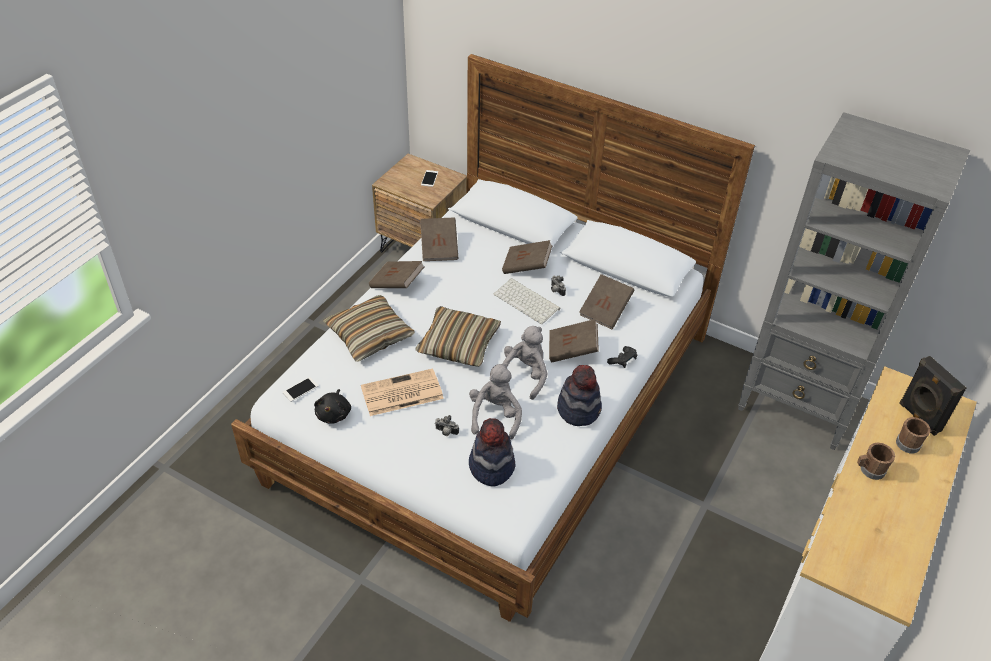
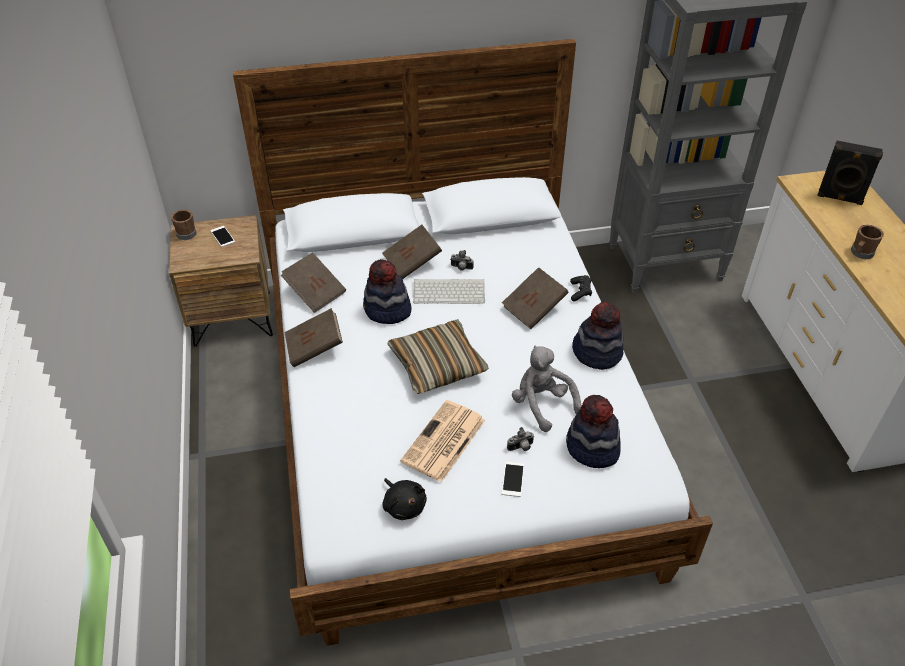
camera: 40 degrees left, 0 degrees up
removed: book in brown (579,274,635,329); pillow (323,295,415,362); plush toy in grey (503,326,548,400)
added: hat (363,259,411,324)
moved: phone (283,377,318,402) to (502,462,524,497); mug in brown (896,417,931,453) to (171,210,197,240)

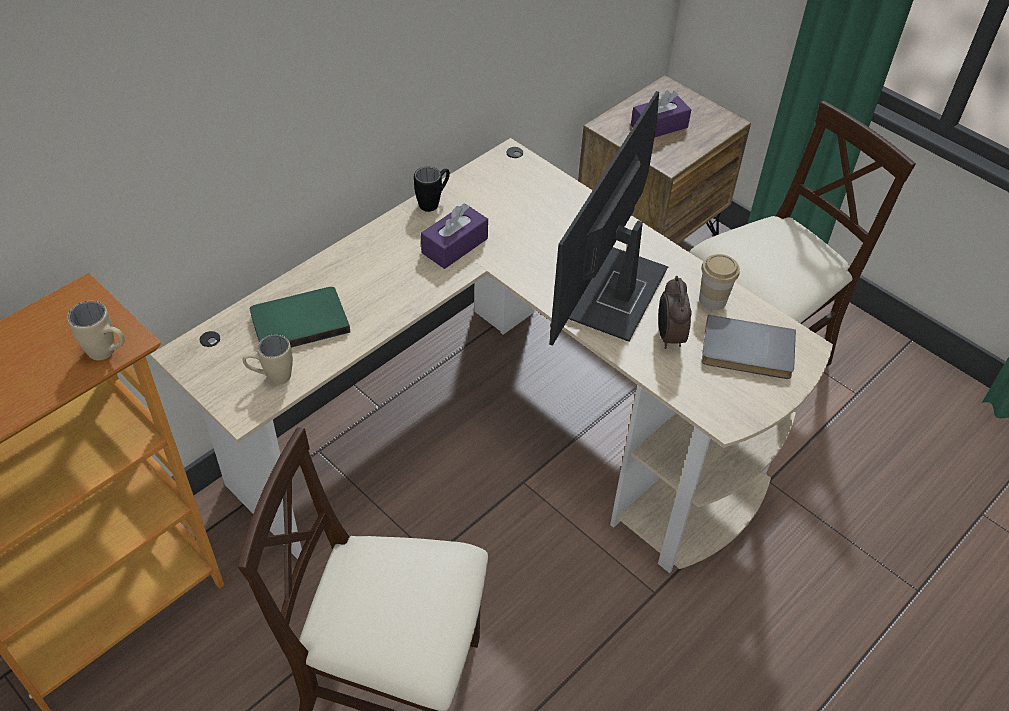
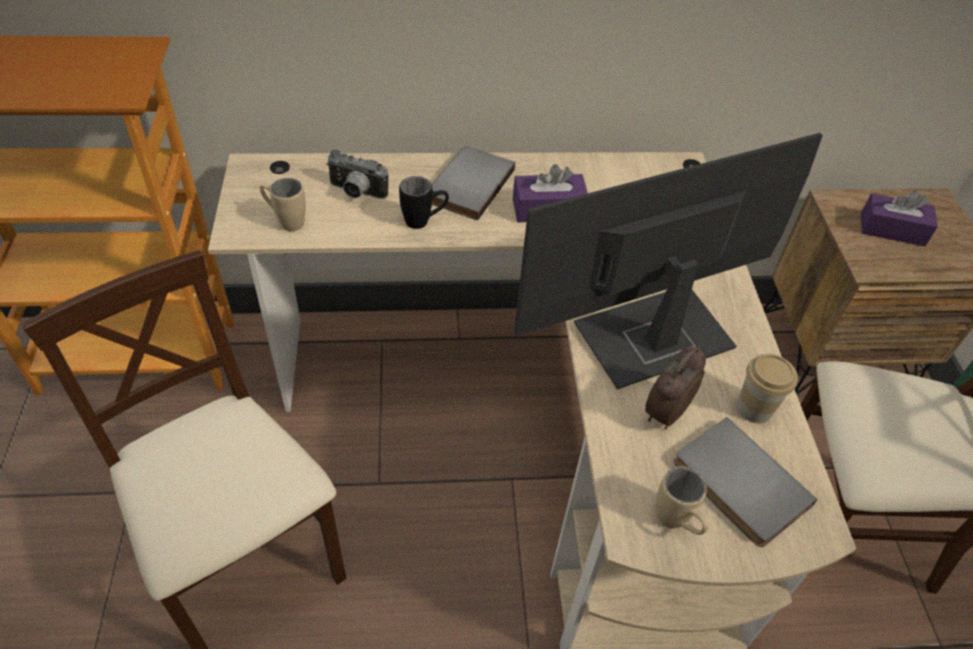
camera: 40 degrees right, 0 degrees up
added: book in grey (431,146,515,220)
moved: mug in black (414,167,450,212) to (399,176,449,229); mug in beige (67,301,125,360) to (656,466,709,535)
replaced: book in green (250,287,350,348) to photo camera (326,150,388,199)

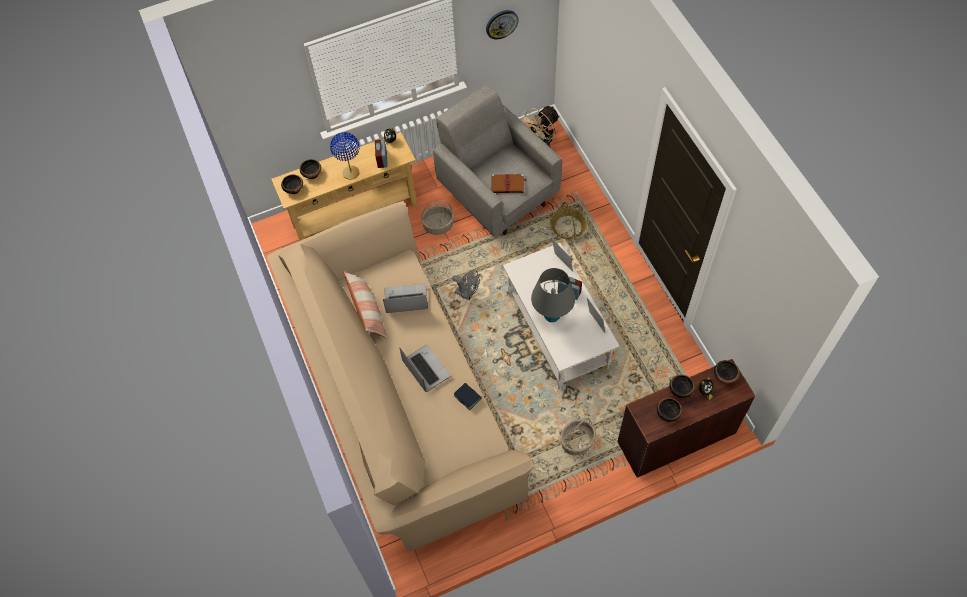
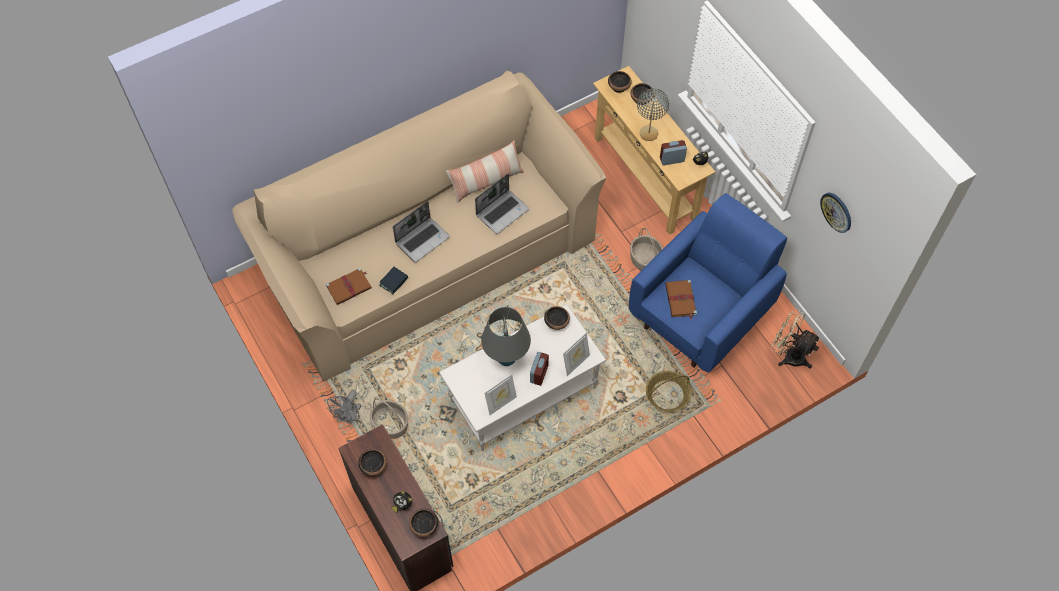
camera: 80 degrees right, 0 degrees up
added: book in brown (326,268,372,305)
moved: fan in grey (452,270,480,300) to (327,390,361,424); bowl (669,375,695,398) to (544,306,570,330)
recoloured: armchair in grey (434,85,562,237) to armchair in blue (629,193,787,372); table lamp in blue (330,132,359,180) to table lamp in grey (637,88,669,141)
turned: laptop (383,284,428,313) = (475,173,529,234) 60 degrees clockwise

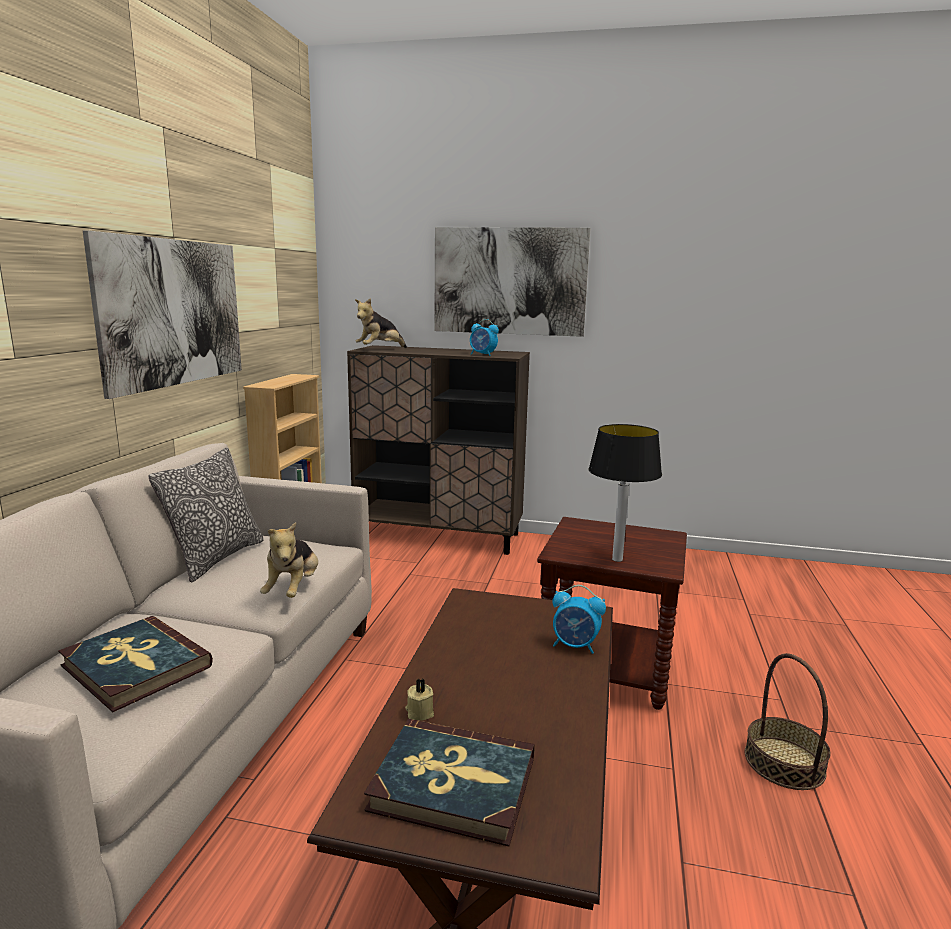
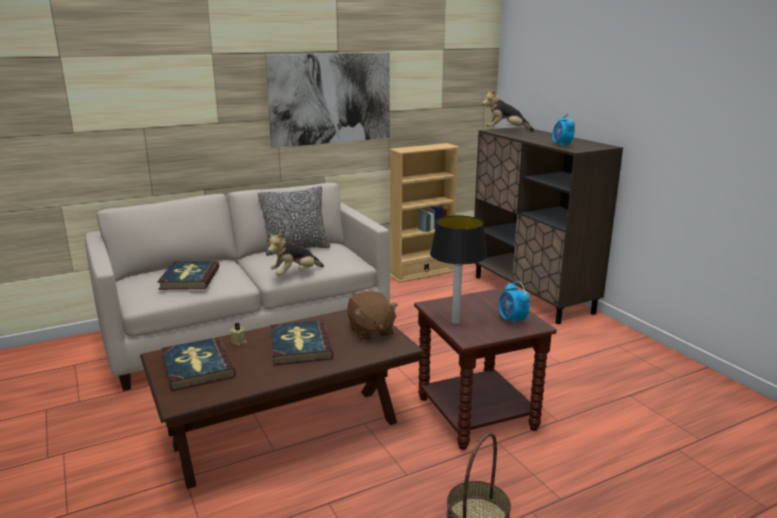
camera: 50 degrees right, 5 degrees up
removed: picture (434,227,590,337)
added: plush toy in brown (347,291,398,341); book (271,320,333,365)
moved: alarm clock (552,585,606,654) to (499,281,530,327)

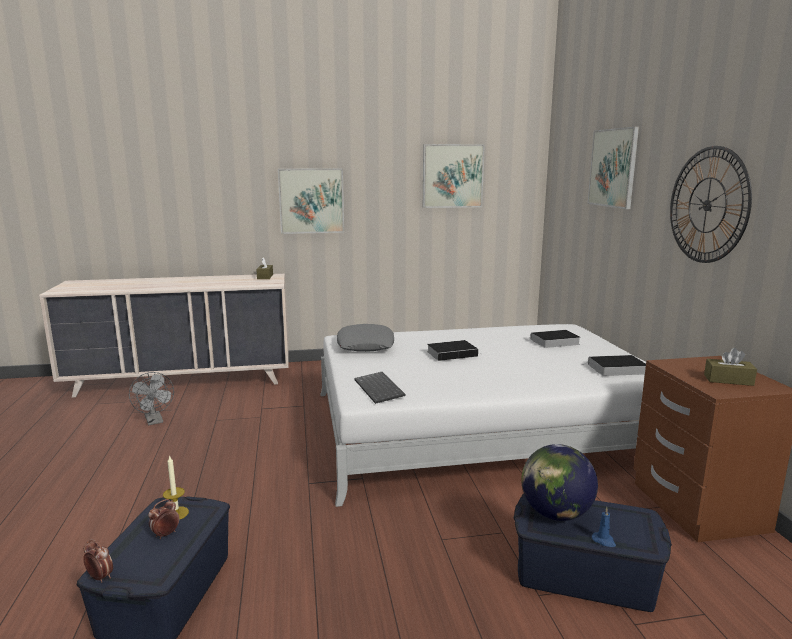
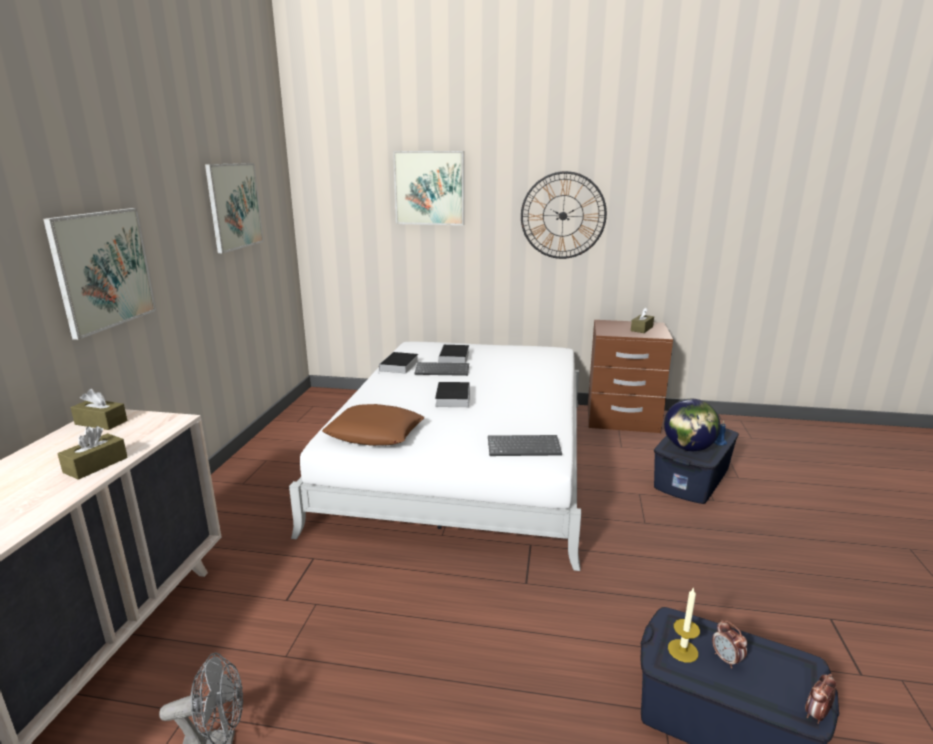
camera: 70 degrees left, 5 degrees up
added: keyboard (414,362,469,376); tissue box in brown (58,426,127,480)
moved: book (582,355,647,376) to (378,352,418,374)
recoloured: pillow in grey (337,324,394,352) to pillow in brown (322,404,424,446)

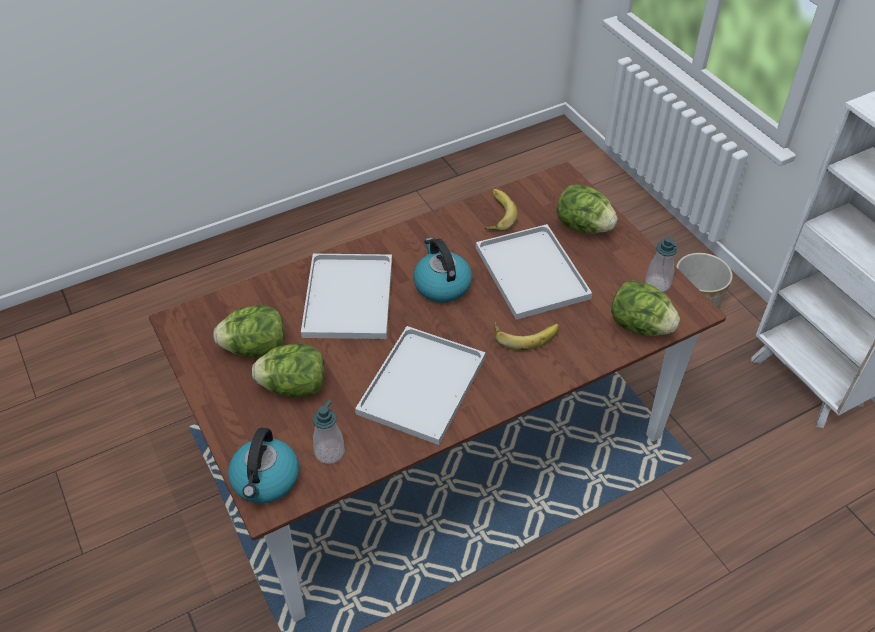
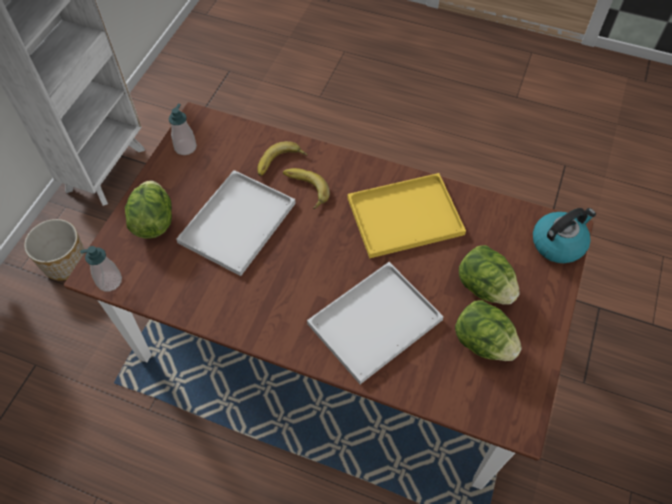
camera: 130 degrees left, 10 degrees up
removed: kettle (413,238,472,303); lettuce (611,280,680,336)
moved: banana (485,189,518,232) to (257,141,307,176); soap dispenser (313,400,345,464) to (80,246,122,291)
recoloured: tray in white (355,326,486,445) to tray in yellow (348,173,466,259)

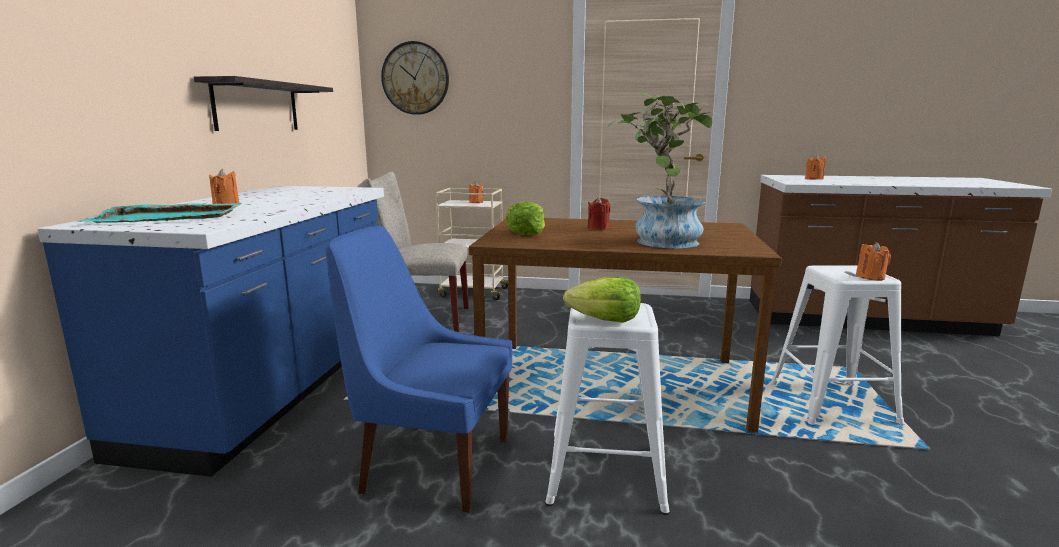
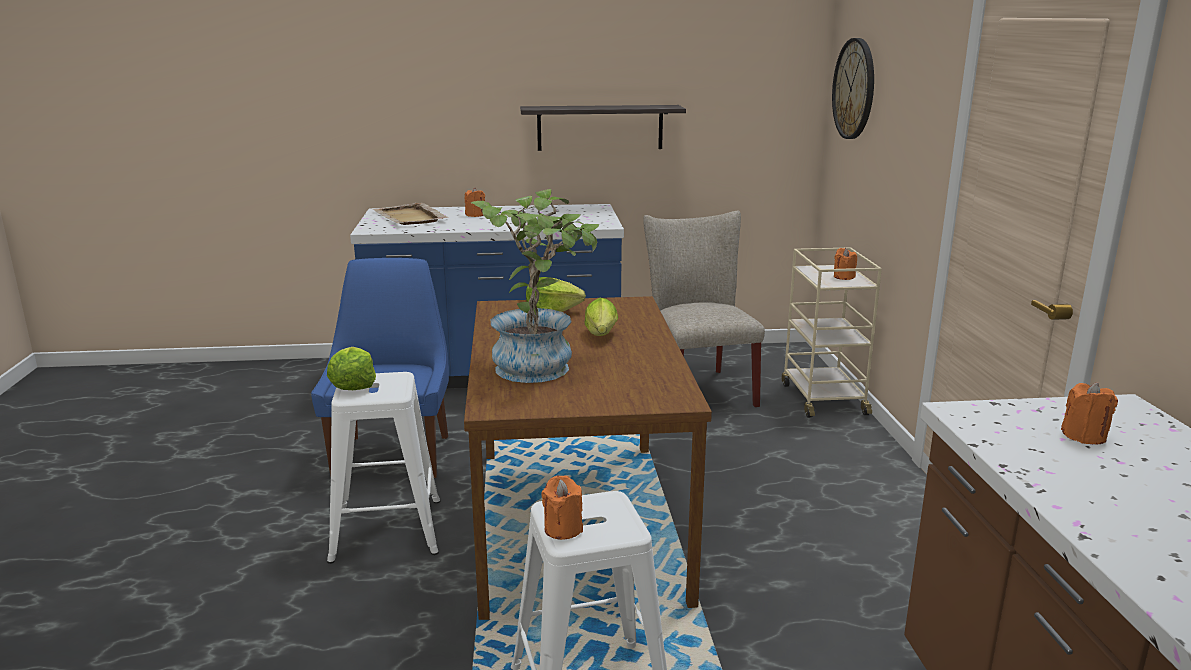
camera: 75 degrees right, 5 degrees up
replaced: candle in red (588,197,610,230) to lettuce (585,298,618,336)
recoloured: tray in turquoise (79,203,242,223) to tray in beige (372,202,447,225)

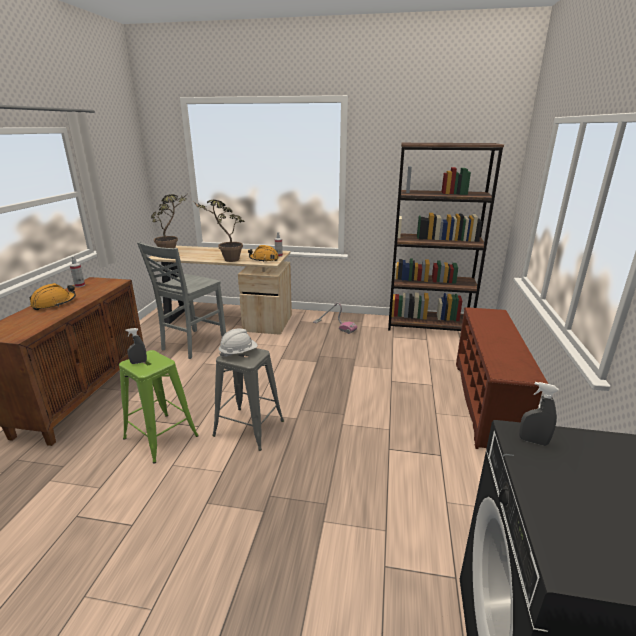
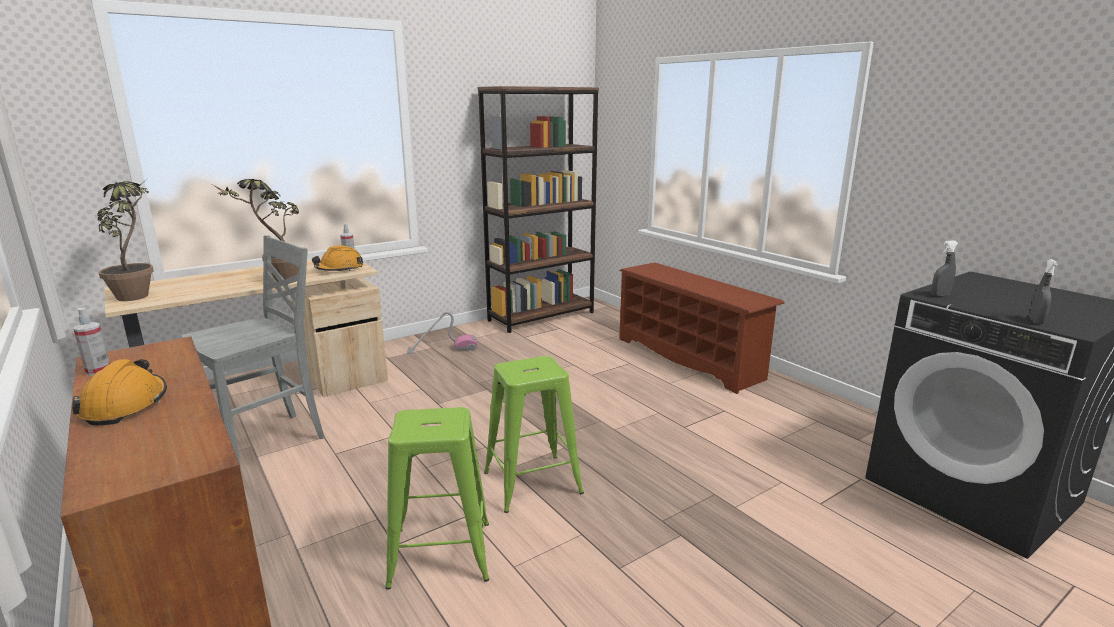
camera: 45 degrees left, 5 degrees down
removed: hard hat in white (219,329,258,358)
moved: spray bottle in grey (125,328,147,364) to (1029,259,1058,324)
recoloured: stool in grey (212,348,284,451) to stool in green (484,356,584,513)
turned: chair in grey (137,242,226,359) = (181,235,325,465) 120 degrees counterclockwise

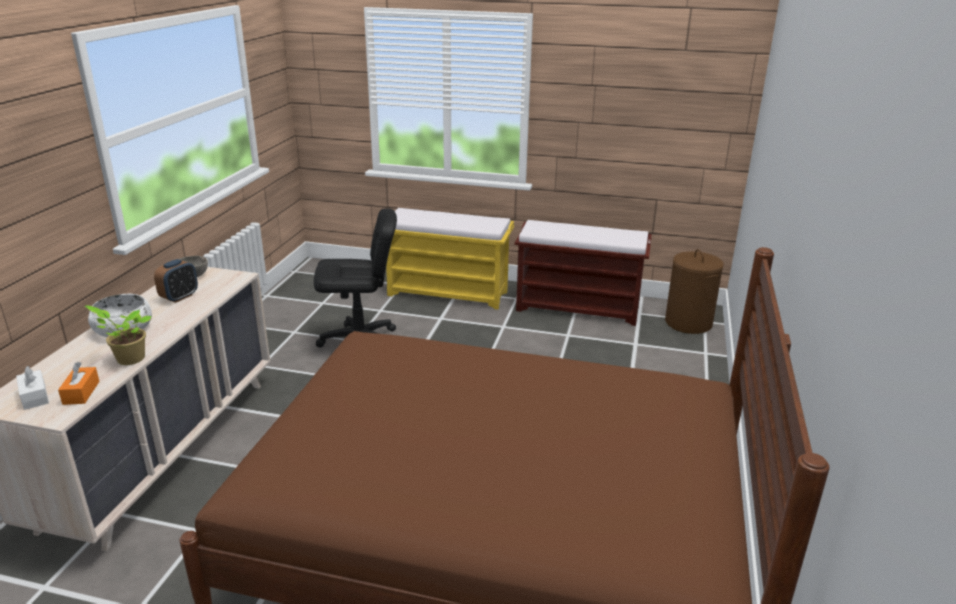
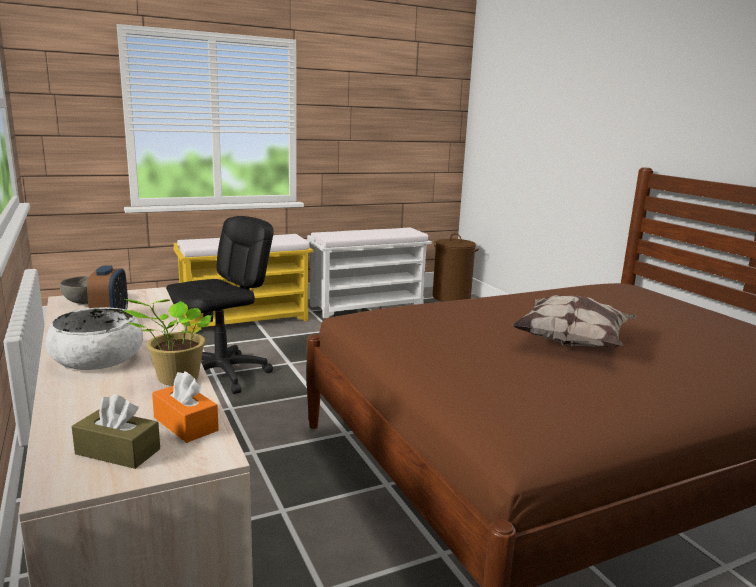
camera: 40 degrees left, 10 degrees down
added: pillow (512,295,636,348)
recoloured: bench in brown (515,220,652,326) to bench in white (307,227,432,318); tissue box in white (16,366,49,410) to tissue box in brown (72,394,160,469)

